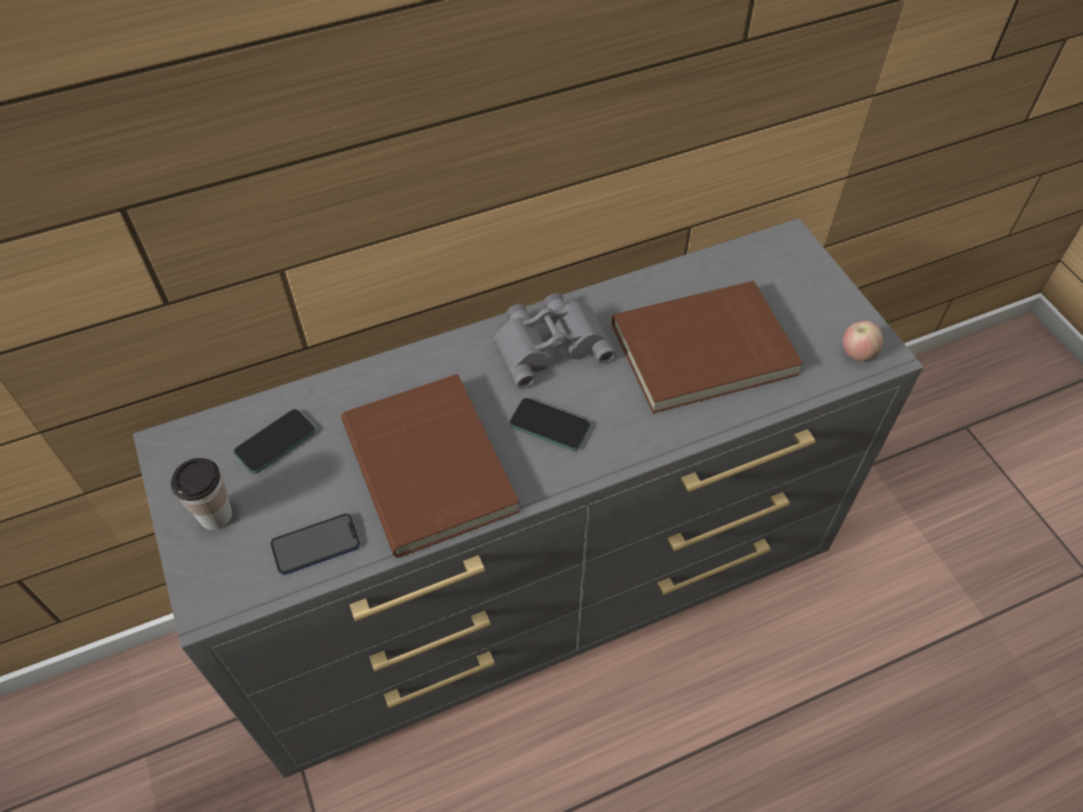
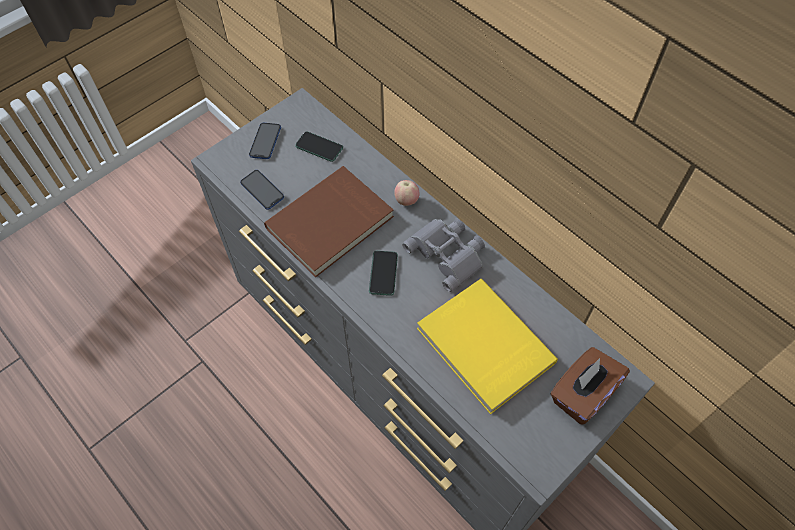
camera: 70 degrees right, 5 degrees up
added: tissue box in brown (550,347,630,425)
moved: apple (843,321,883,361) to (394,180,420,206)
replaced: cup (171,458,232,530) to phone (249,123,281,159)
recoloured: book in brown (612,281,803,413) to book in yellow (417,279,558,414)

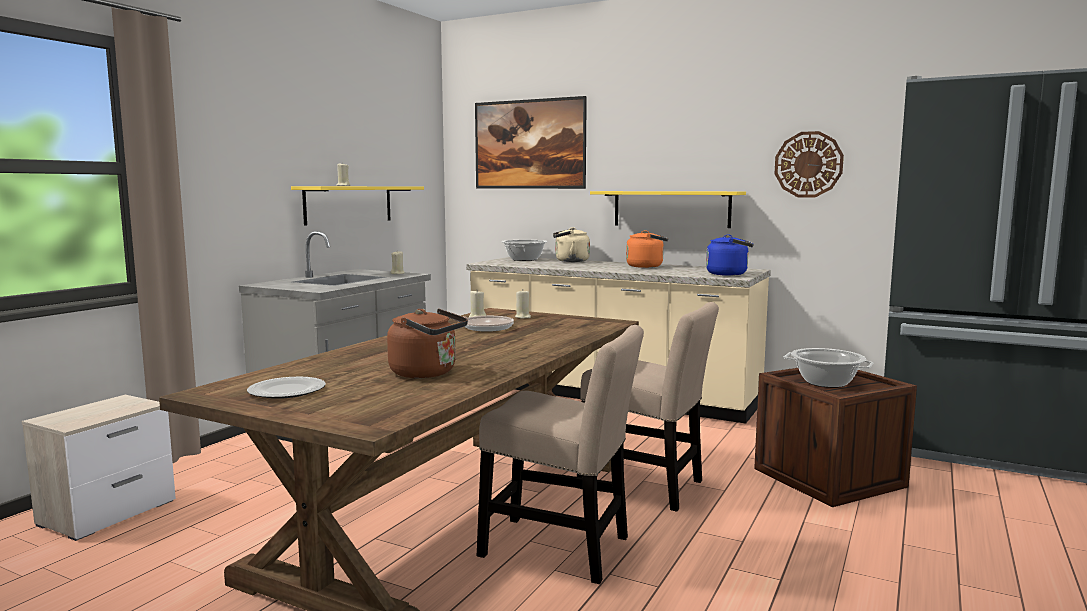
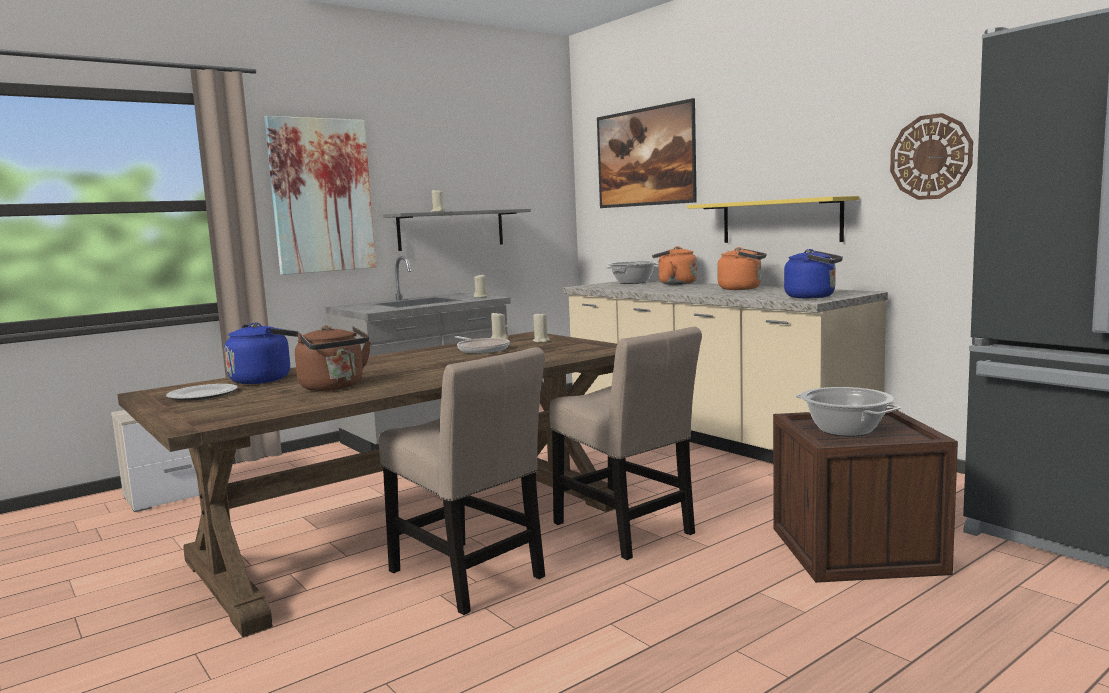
camera: 25 degrees right, 0 degrees up
added: picture (264,116,376,275); kettle in blue (224,323,298,384)
recoloured: shelf in yellow (291,186,424,226) to shelf in grey (383,209,531,251); kettle in beige (553,227,590,262) to kettle in orange (652,246,697,285)

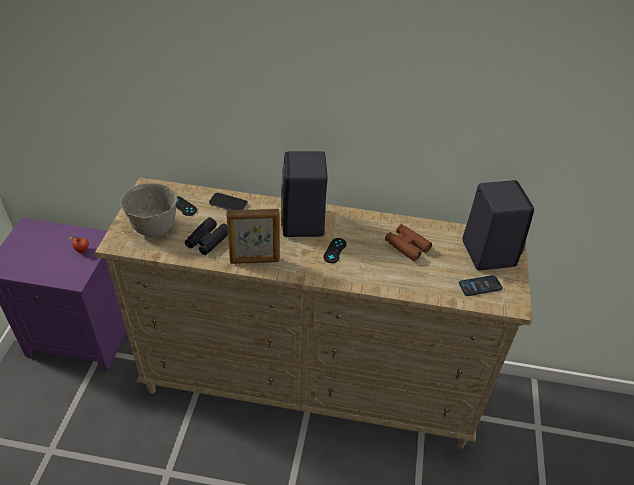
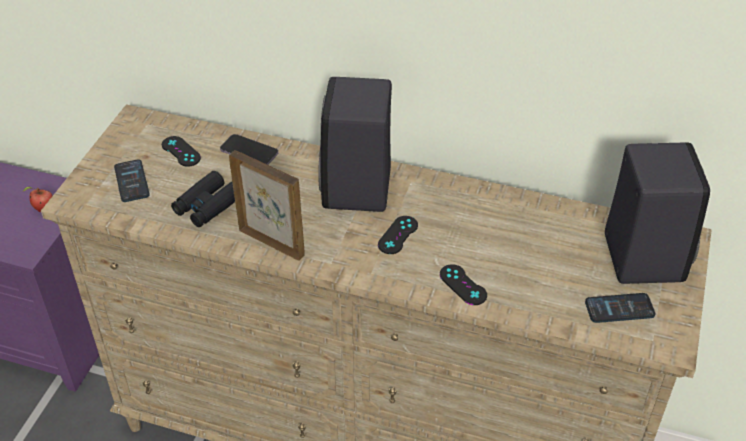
camera: 10 degrees right, 0 degrees up
removed: binoculars in brown (385,224,432,261)
added: game controller in black (440,264,487,305)
replaced: bowl in grey (120,183,177,237) to phone (114,159,150,202)
turned: picture frame (226,209,280,264) = (229,150,305,261) 150 degrees counterclockwise

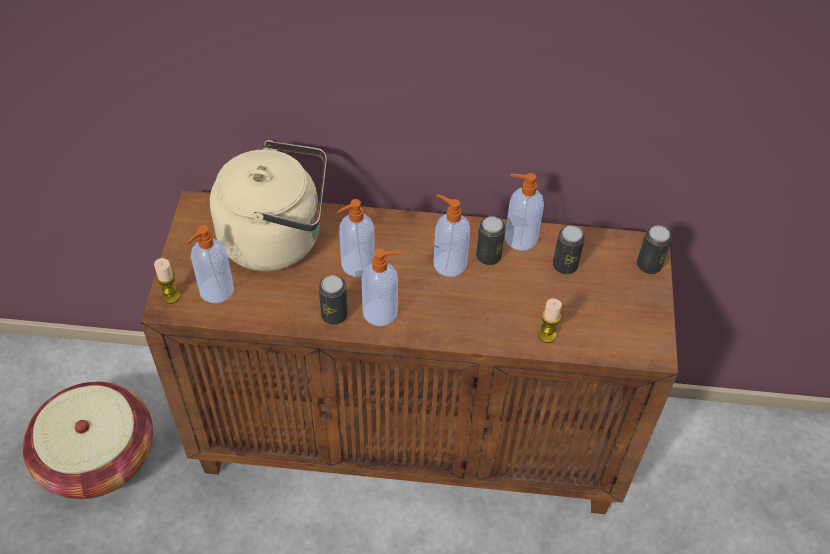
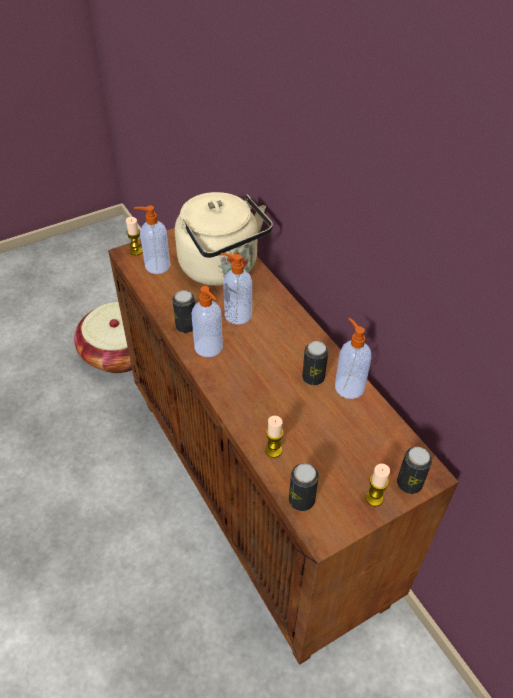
camera: 55 degrees right, 5 degrees down
removed: soap dispenser (434,194,470,277)
added: candle (365,464,390,507)
moved: can (553,226,585,274) to (289,463,319,511)

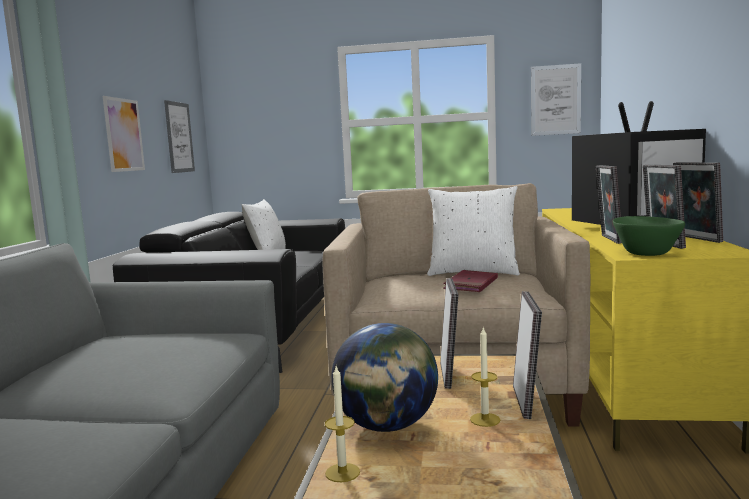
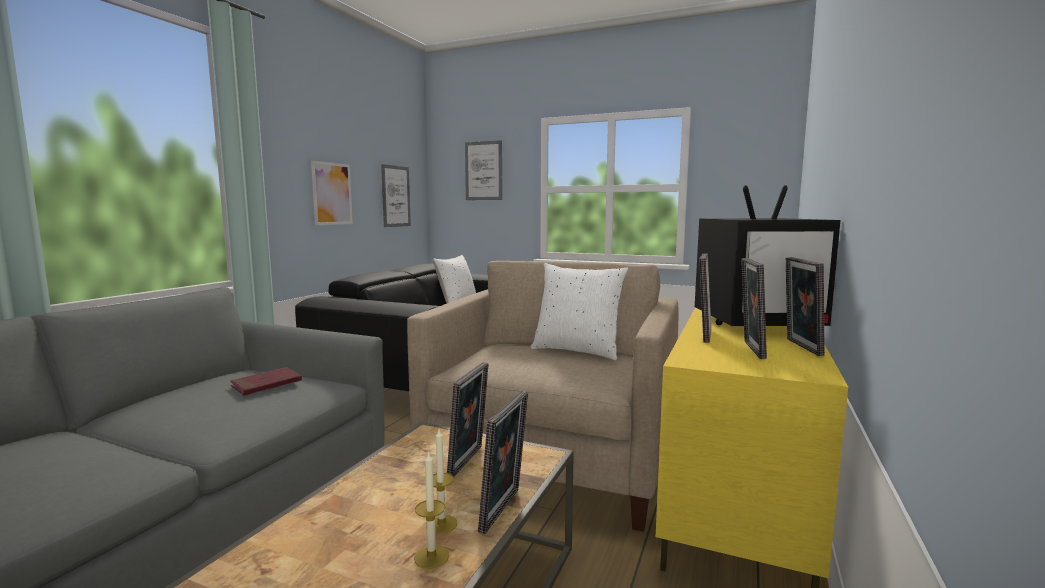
camera: 15 degrees right, 0 degrees up
removed: bowl in green (613,216,685,256); globe (331,323,438,432)
moved: picture (531,63,581,136) to (465,140,502,200); book in red (443,270,498,292) to (230,367,302,396); candle (325,366,360,482) to (414,451,449,569)

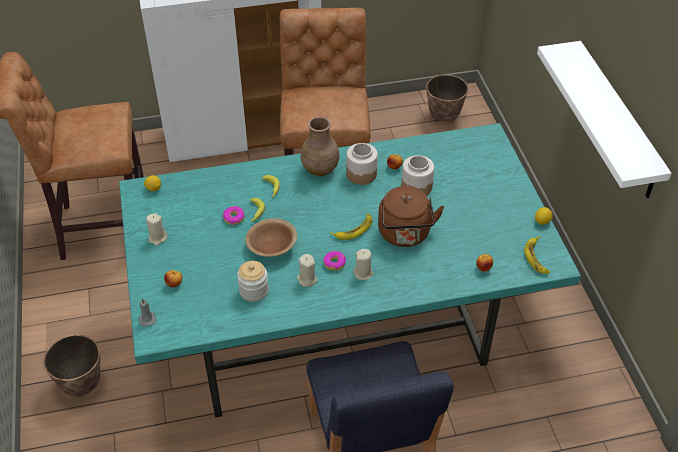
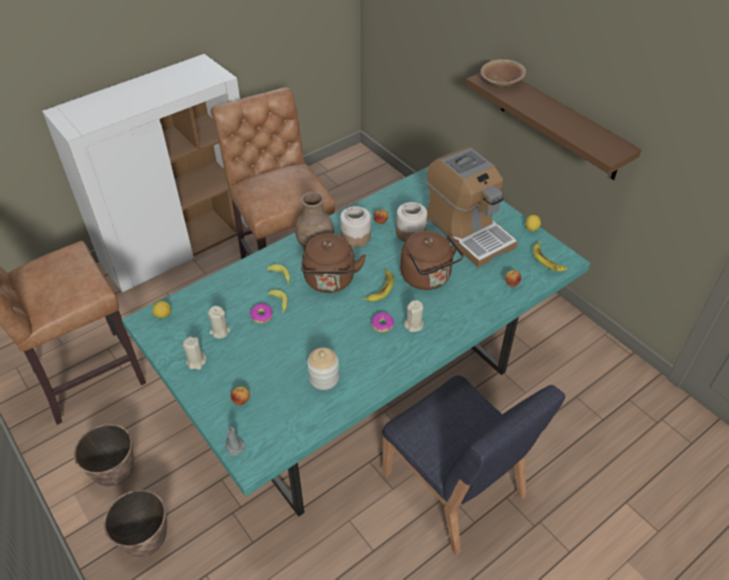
camera: 25 degrees left, 0 degrees up
added: coffee machine (426,147,518,267); kettle in brown (301,233,366,293)
moved: planter (426,75,468,122) to (74,424,134,487); bowl in brown (245,218,297,257) to (481,59,526,87); candle in beige (297,254,317,287) to (208,306,231,338)
recoloured: shelf in white (537,41,672,198) to shelf in brown (466,72,641,180)

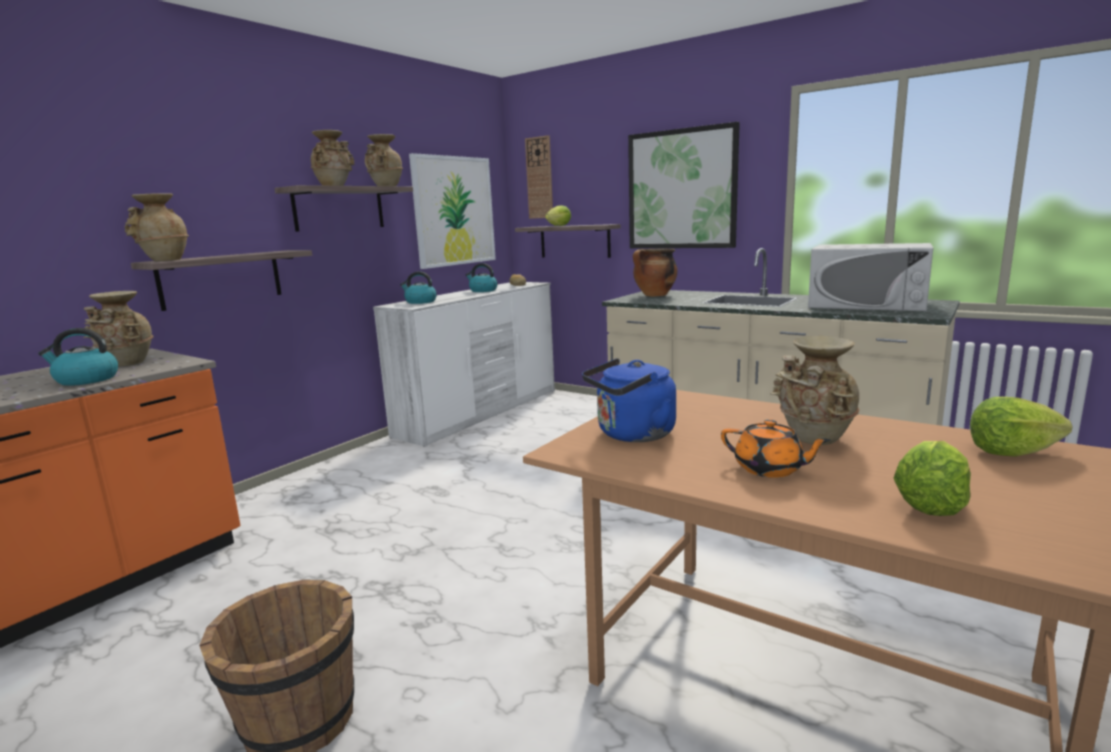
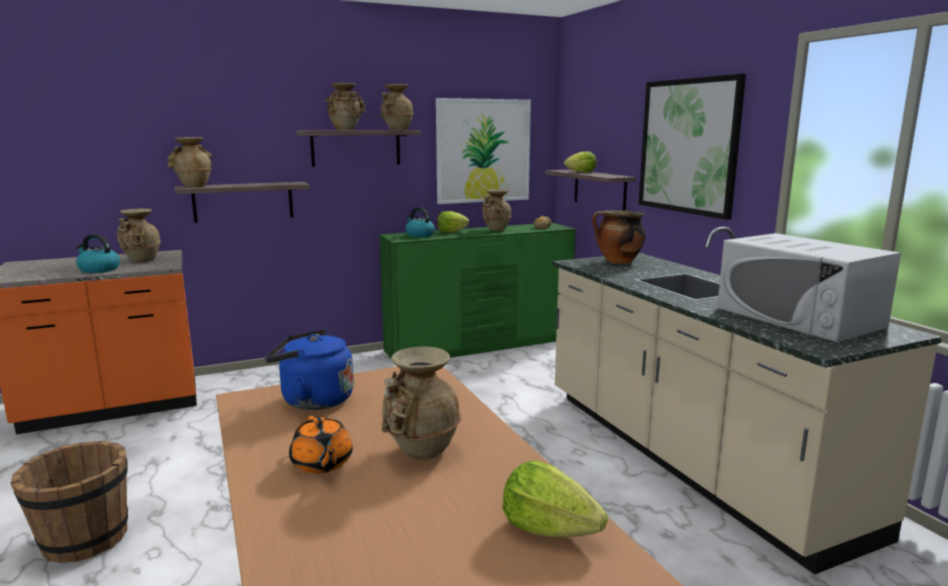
camera: 30 degrees right, 0 degrees up
removed: wall clock (525,135,553,219)
moved: lettuce (894,441,971,516) to (437,211,469,233)
replaced: kettle (466,263,498,292) to vase in beige (482,189,512,231)
recoloured: dresser in white (373,282,555,447) to dresser in green (379,223,576,358)

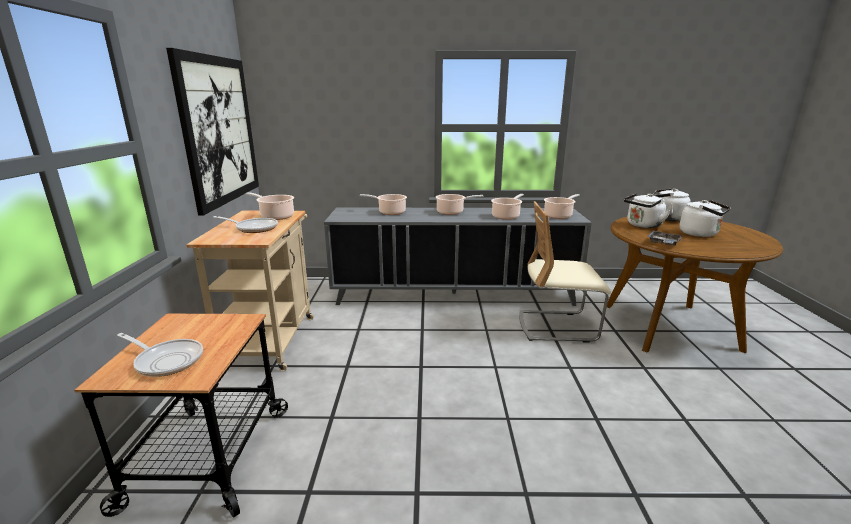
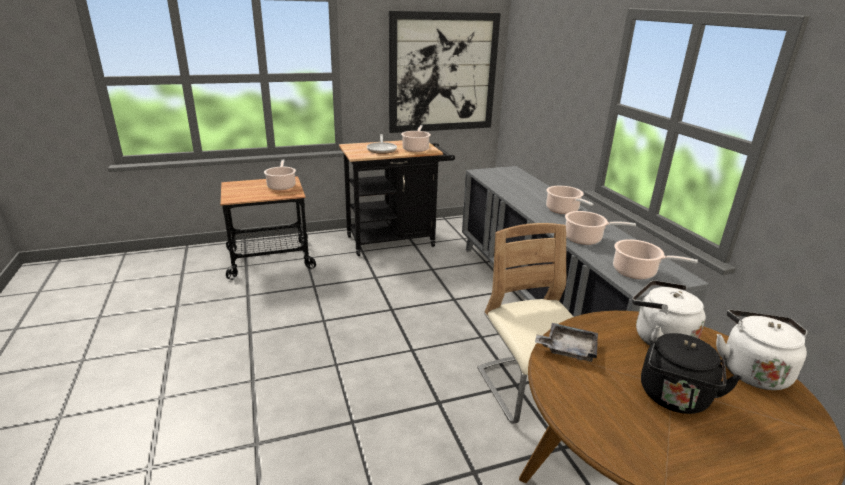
camera: 70 degrees right, 5 degrees up
removed: frying pan (117,333,203,377)
moved: cooking pot (360,194,407,215) to (264,160,296,190)
recoloured: kettle in white (679,200,731,237) to kettle in black (641,333,742,414); cart in beige (186,211,314,371) to cart in black (339,140,455,256)

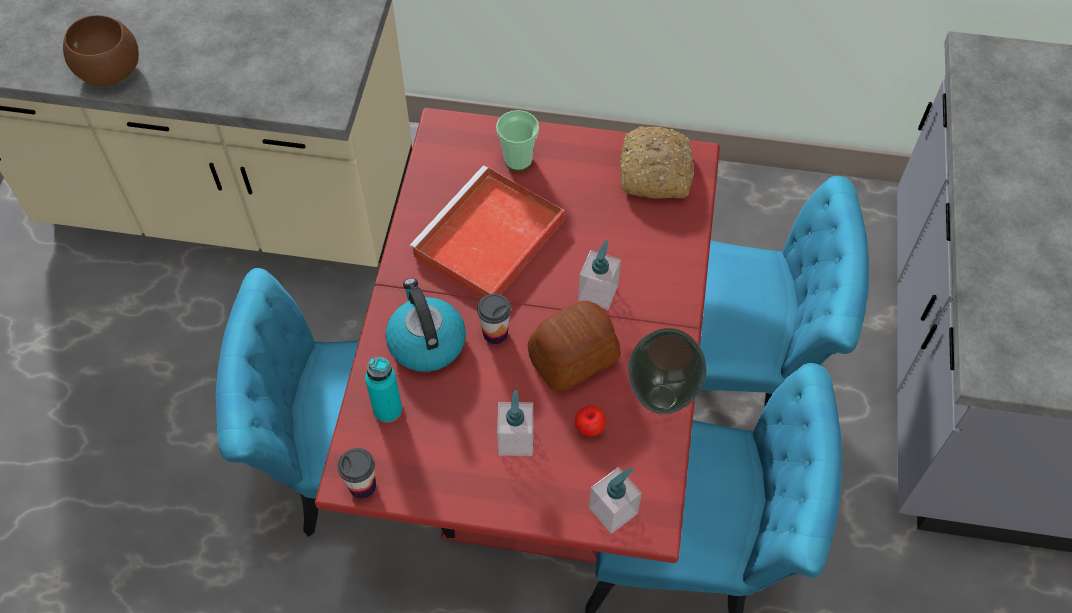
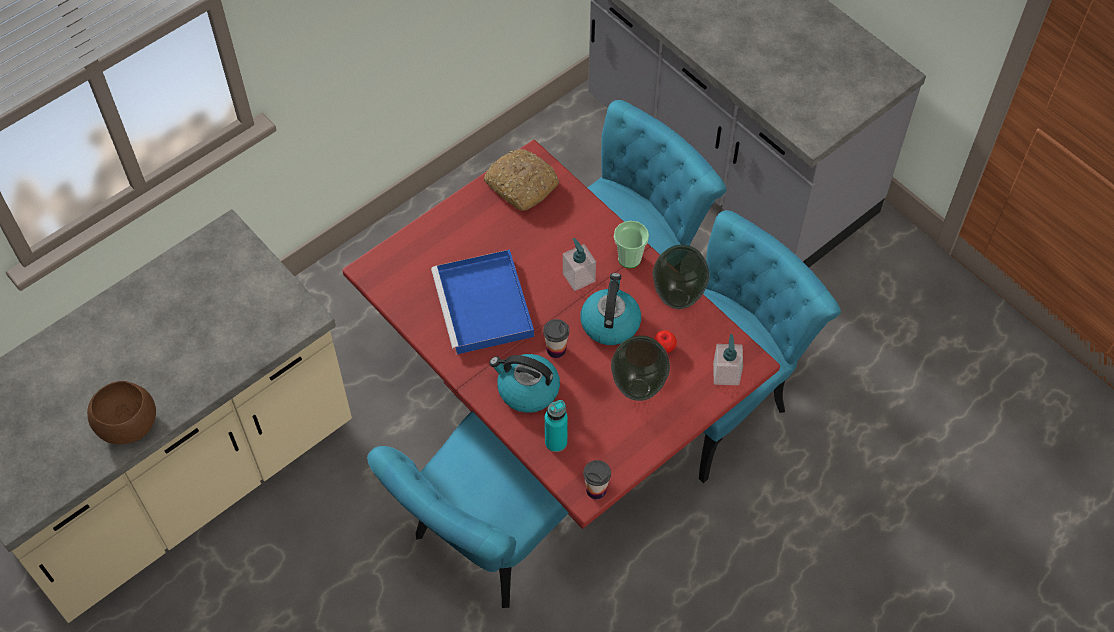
camera: 50 degrees left, 0 degrees up
moved: cup (496,110,539,171) to (614,221,649,268)
replaced: bread (528,301,621,392) to kettle (581,273,641,345); soap dispenser (497,390,533,456) to vase (611,335,670,401)
recoloured: tray in red (409,166,565,298) to tray in blue (431,249,534,355)

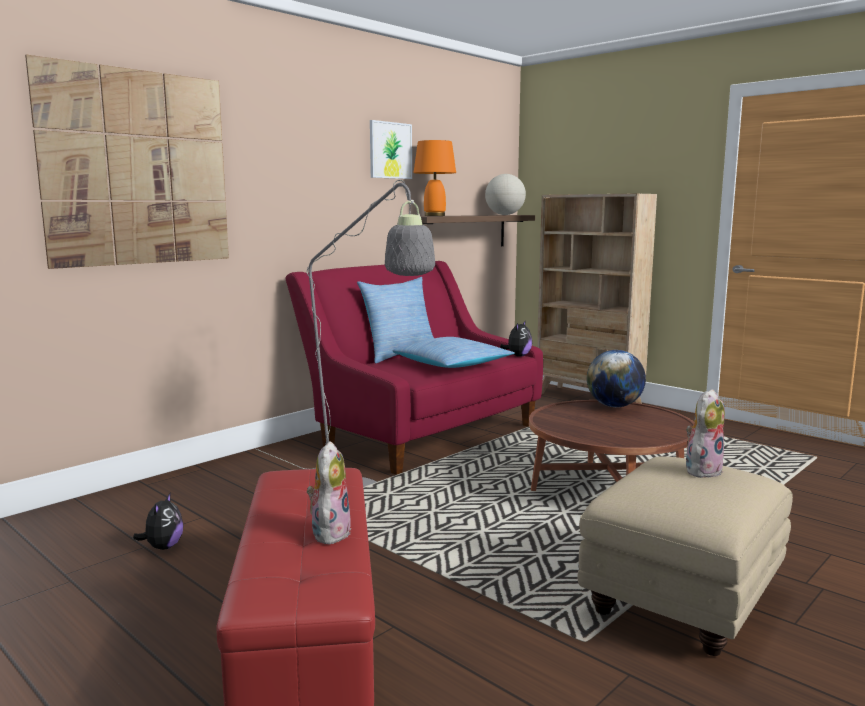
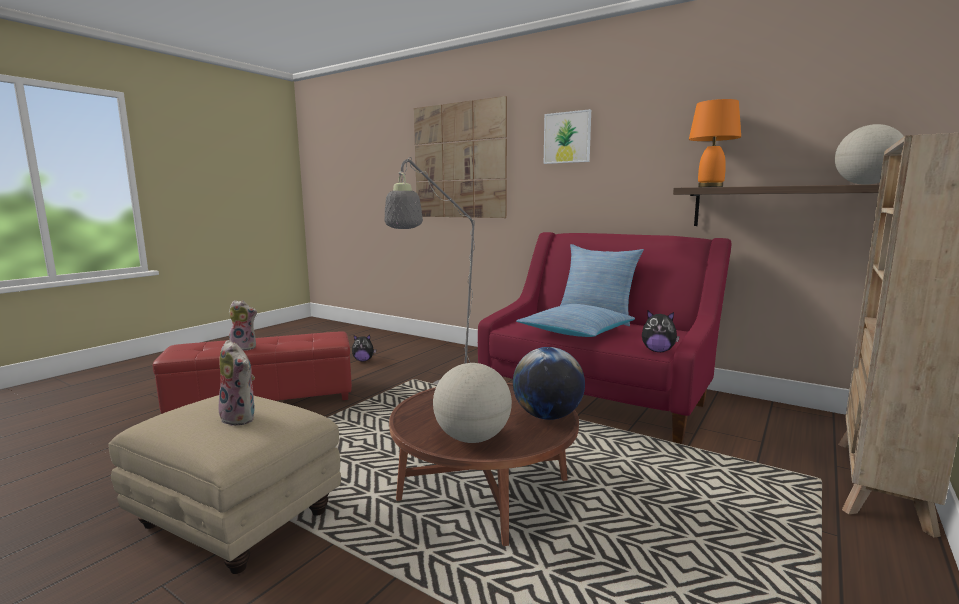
camera: 80 degrees right, 0 degrees up
added: globe (433,363,512,443)
moved: picture (370,120,412,179) to (544,109,591,164)

